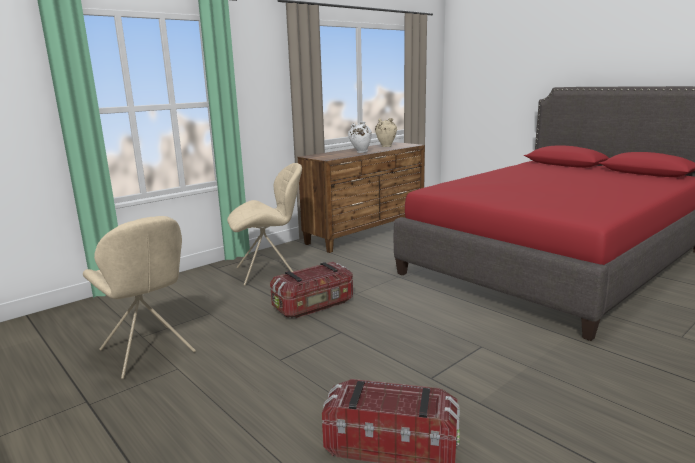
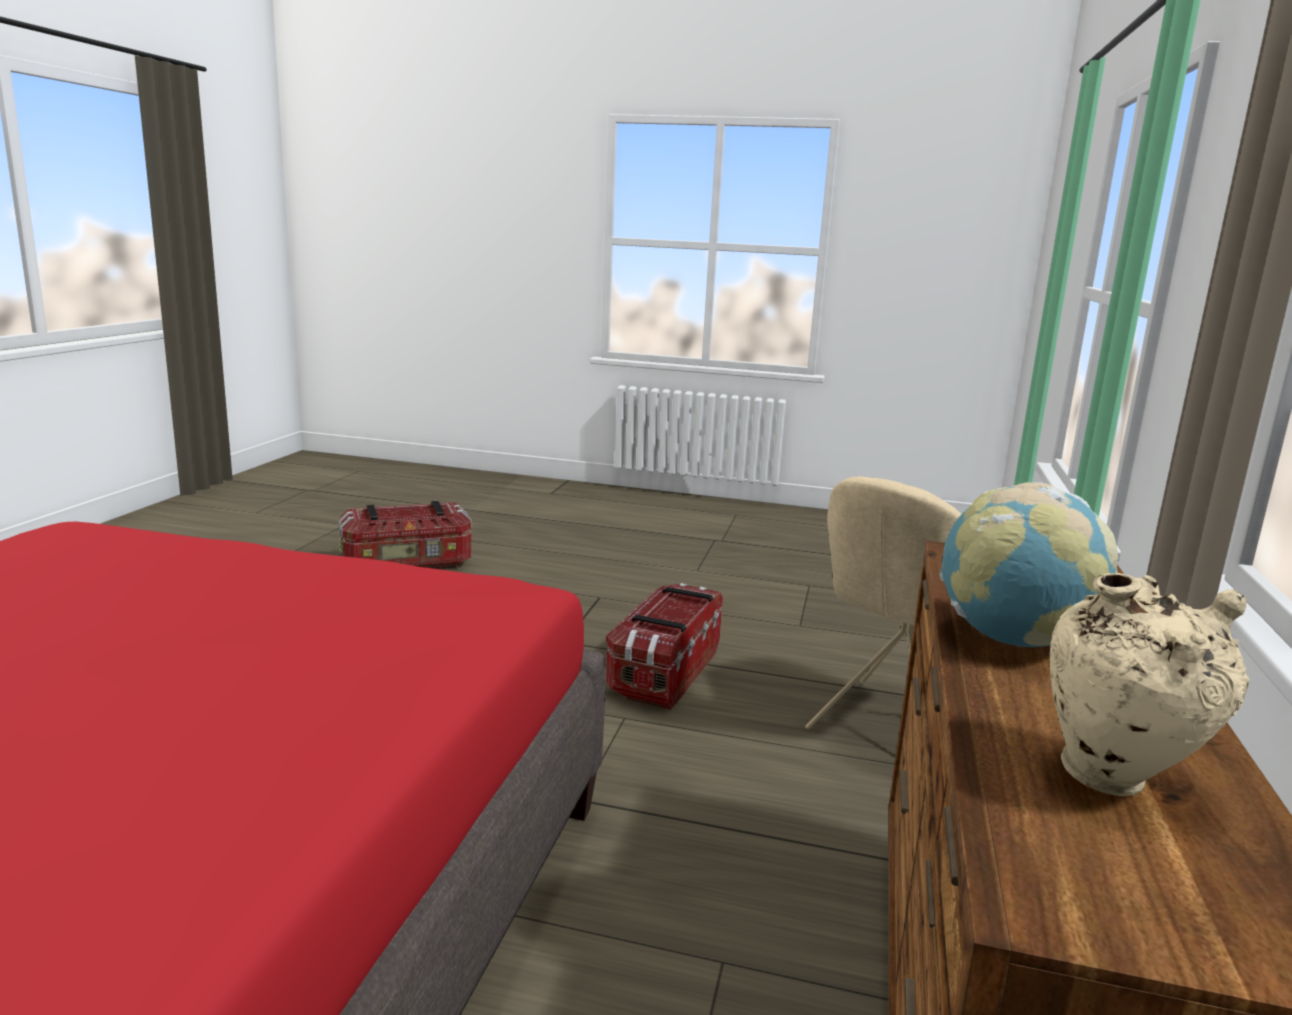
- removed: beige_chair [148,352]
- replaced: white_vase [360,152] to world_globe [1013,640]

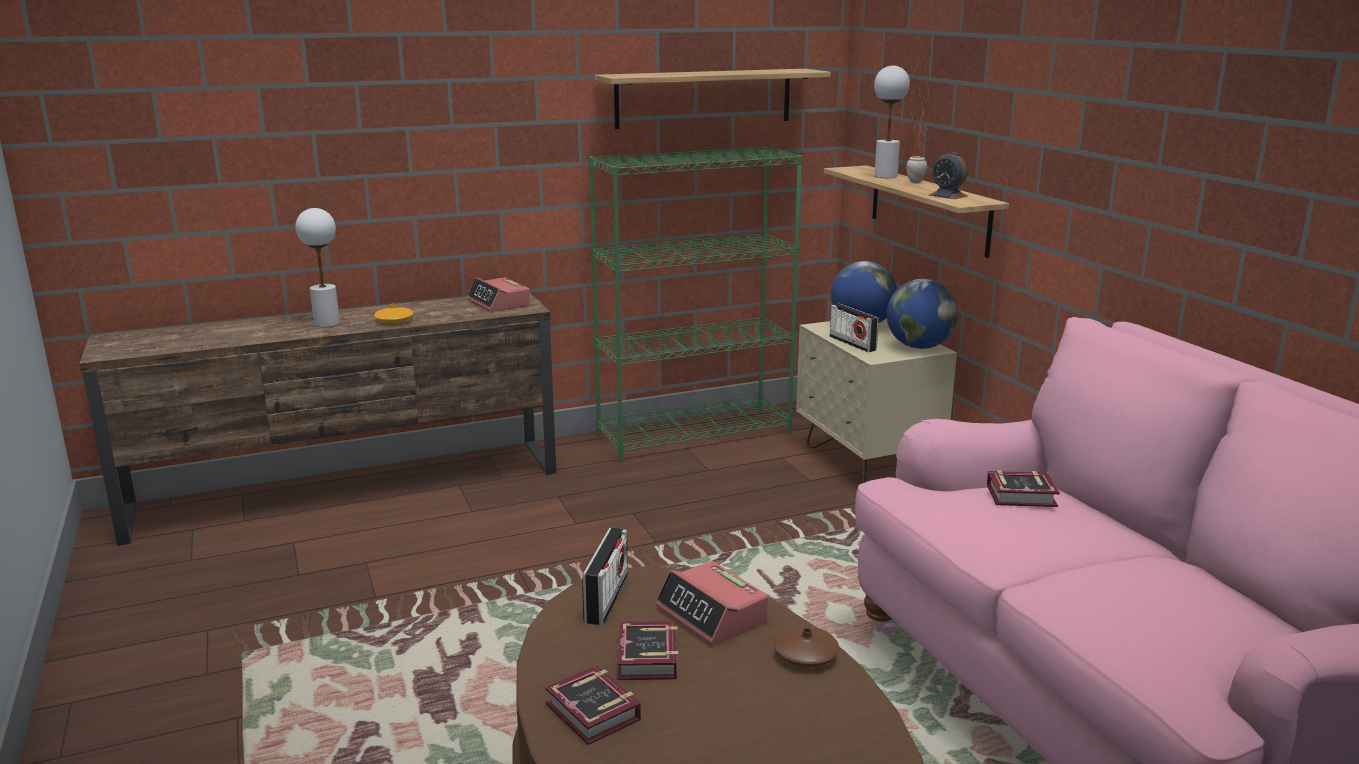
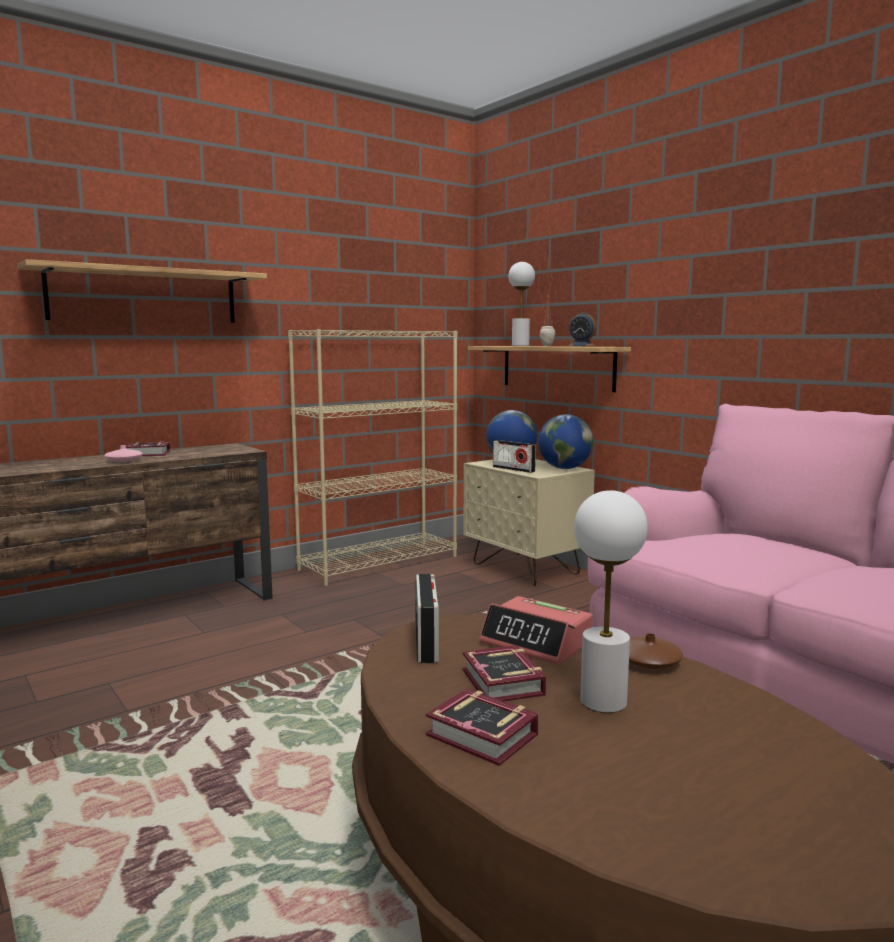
- removed: alarm_clock [499,303]
- moved: white_lamp_for_a_table [326,323] to [603,702]
- moved: shelf [704,98] to [144,296]
- moved: volume [1024,496] to [149,454]
- recoloured: orange_vase [394,321] to pinkish_vase [124,460]
- recoloured: green_bookshelf [695,433] to beige_bookshelf [379,563]

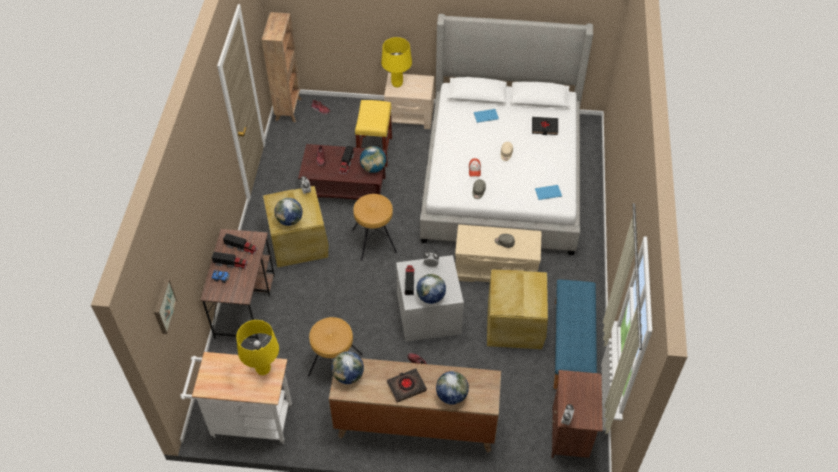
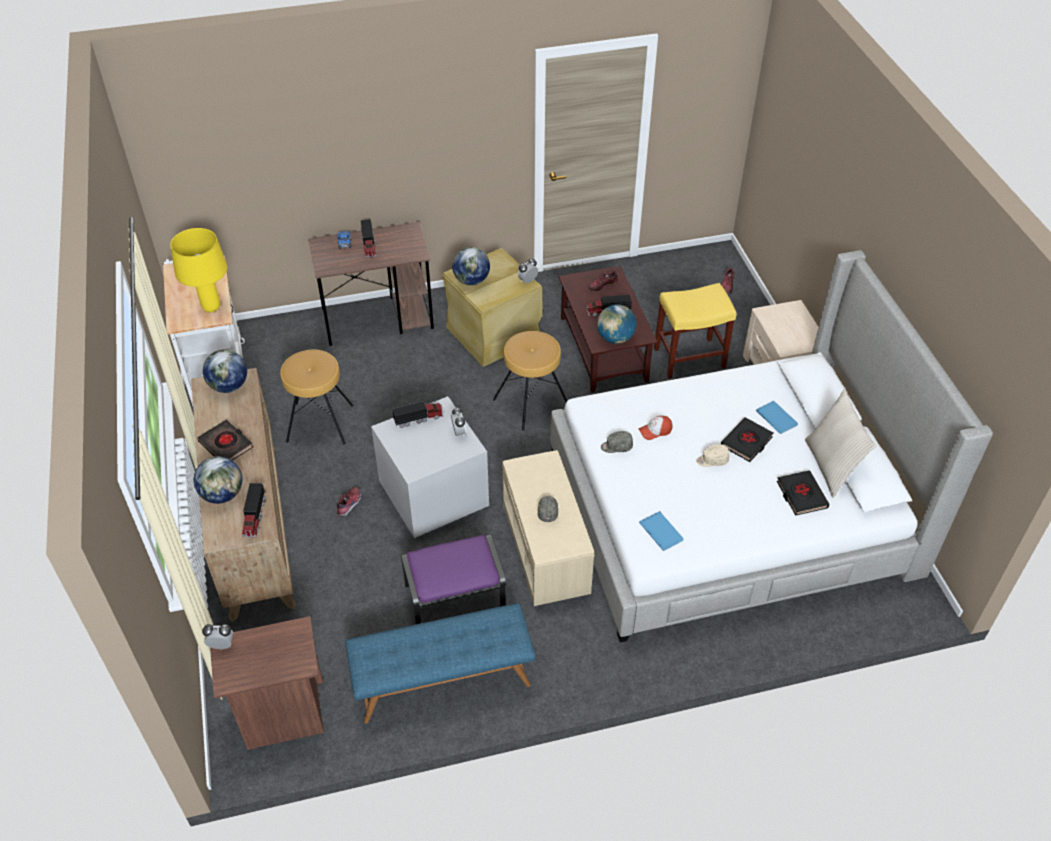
- removed: wall_art [163,306]
- removed: brownish_bookshelf [288,109]
- removed: yellow-coloured_lamp_for_a_table [397,84]
- removed: world_globe [430,297]
- added: blackish_volume [746,442]
- added: beige_cushion [831,466]
- moved: model_truck [241,247] to [254,516]
- replaced: beige_storage_bin [515,323] to purplish_pouffe [455,597]

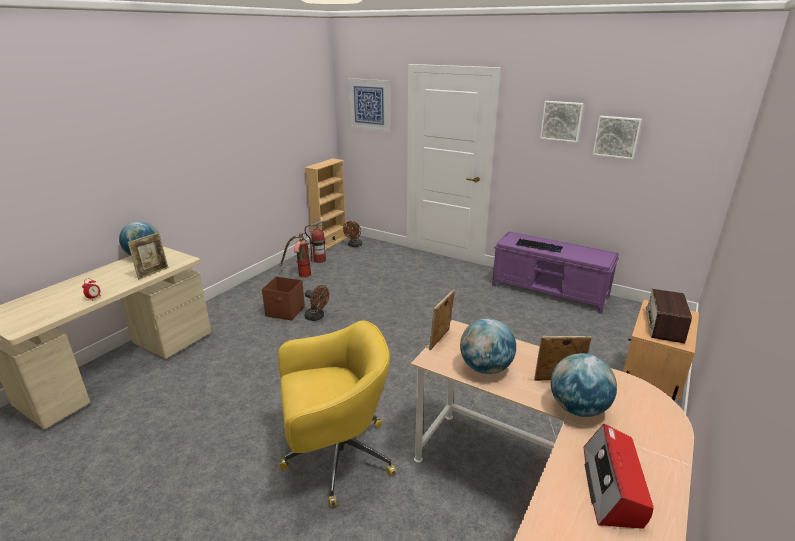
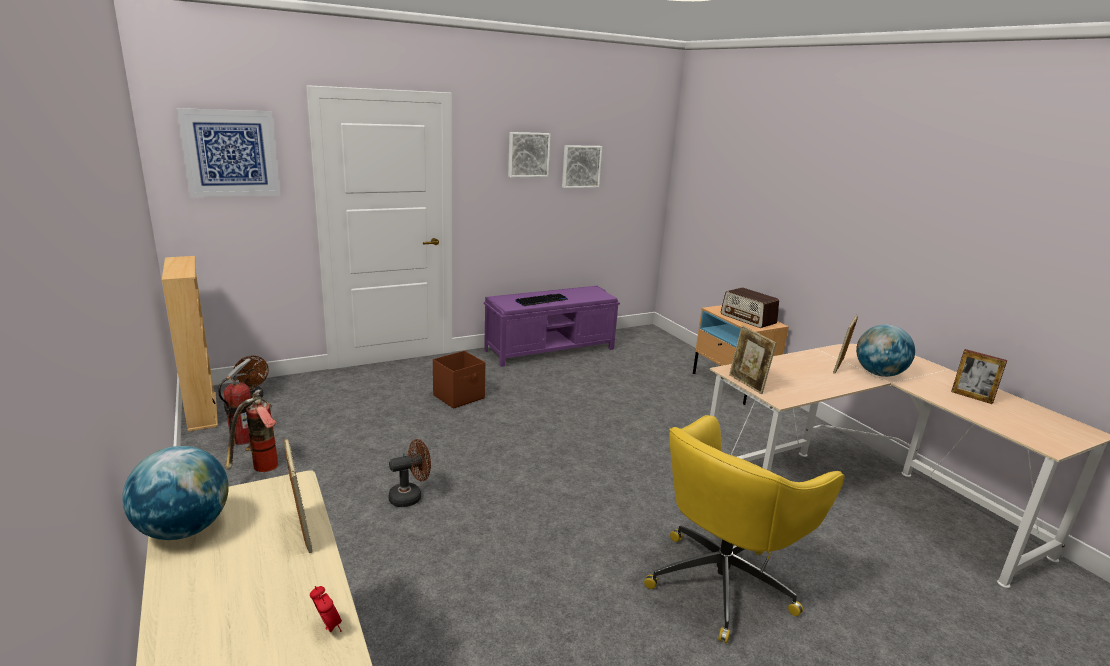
- removed: world_globe [485,368]
- moved: brownish_storage_bin [285,311] to [459,397]
- replaced: radio_receiver [612,487] to photo_frame [971,397]
- turned: yellow-coloured_desk_chair [336,457] = [723,581] 150 degrees counterclockwise

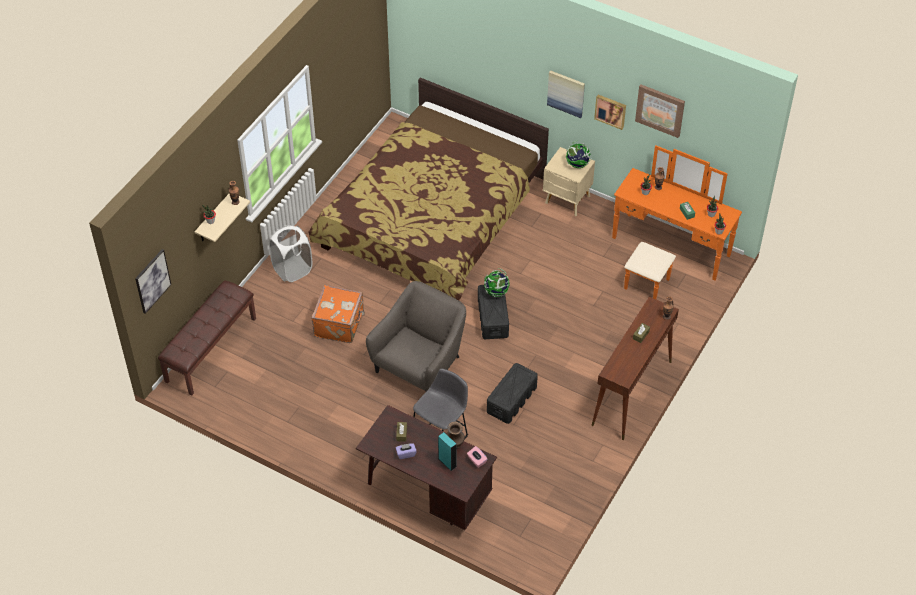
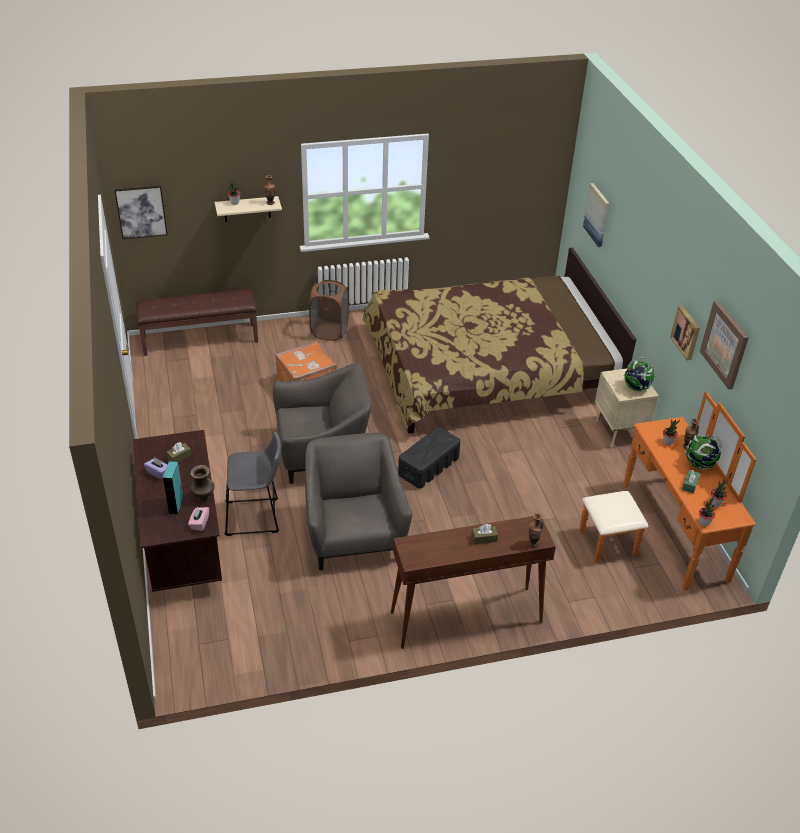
- moved: world_globe [496,292] to [699,465]
- moved: wall_art [566,93] to [597,215]
- replaced: blackish_storage_bin [512,399] to greyish_easy_chair [354,535]
- recoloured: white_washing_basket [292,269] to brownish_washing_basket [329,331]

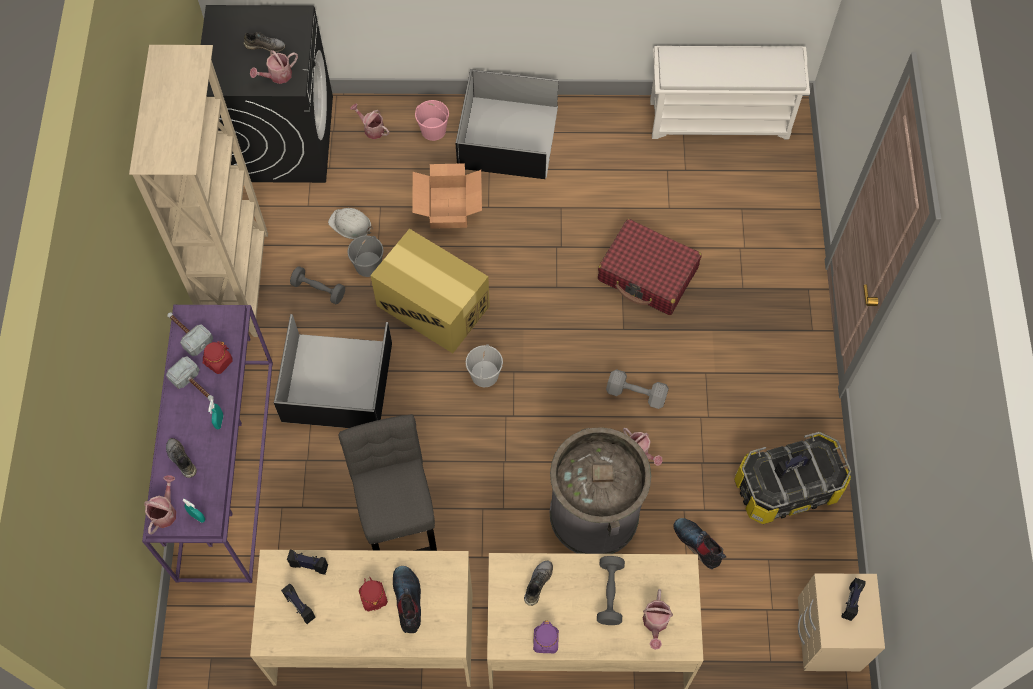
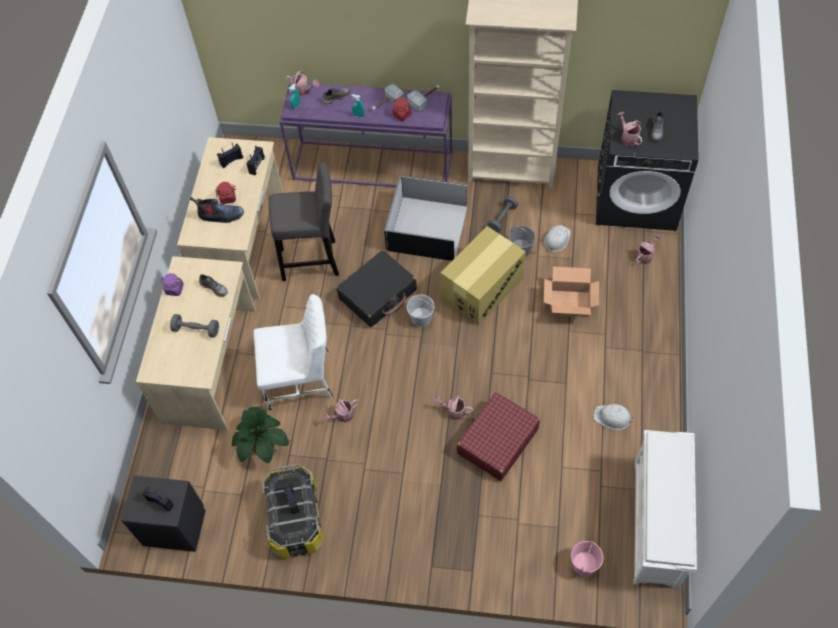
- removed: blackish_storage_bin [508,138]
- removed: greyish_dumbbell [637,394]
- added: blackish_piece_of_luggage [378,294]
- added: white_safety_helmet [612,417]
- moved: pinkish_pail [434,130] to [584,564]
- moved: watering_pot [655,623] to [453,411]
- replaced: greyish_rubbish_bin [594,513] to white_chair [300,379]
- replaced: boot [698,544] to plant_in_a_pot [263,446]
- recoloured: beige_night_table [827,635] to blackish_night_table [174,527]

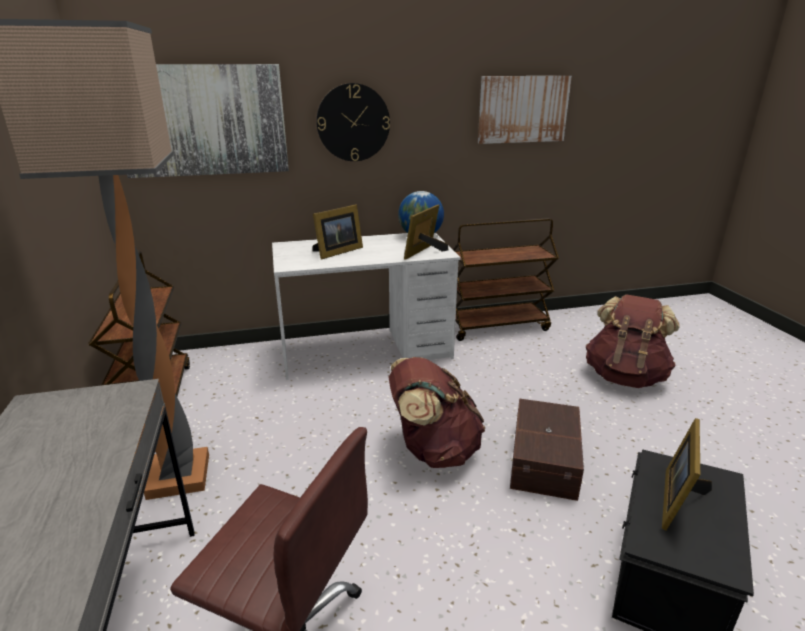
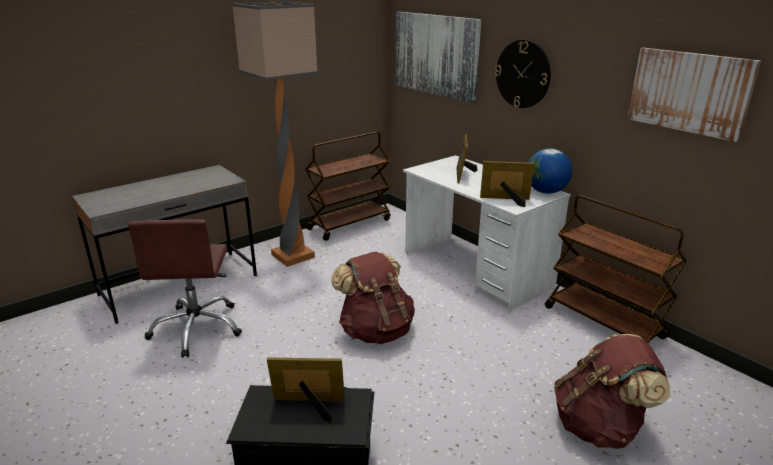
- removed: brownish_storage_bin [545,459]
- turned: photo_frame [336,252] = [463,175] 75 degrees clockwise

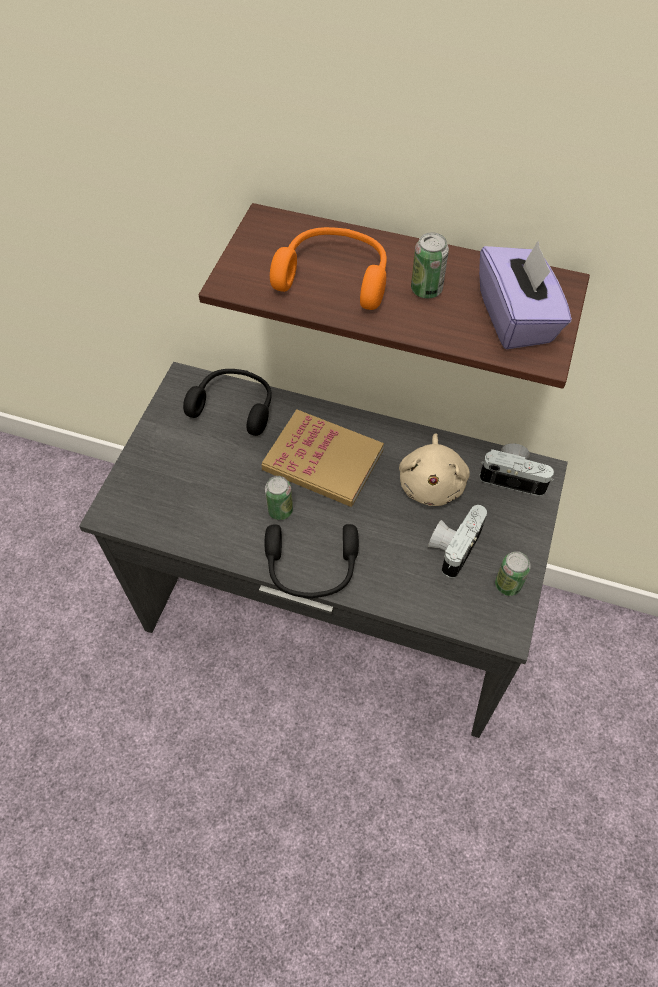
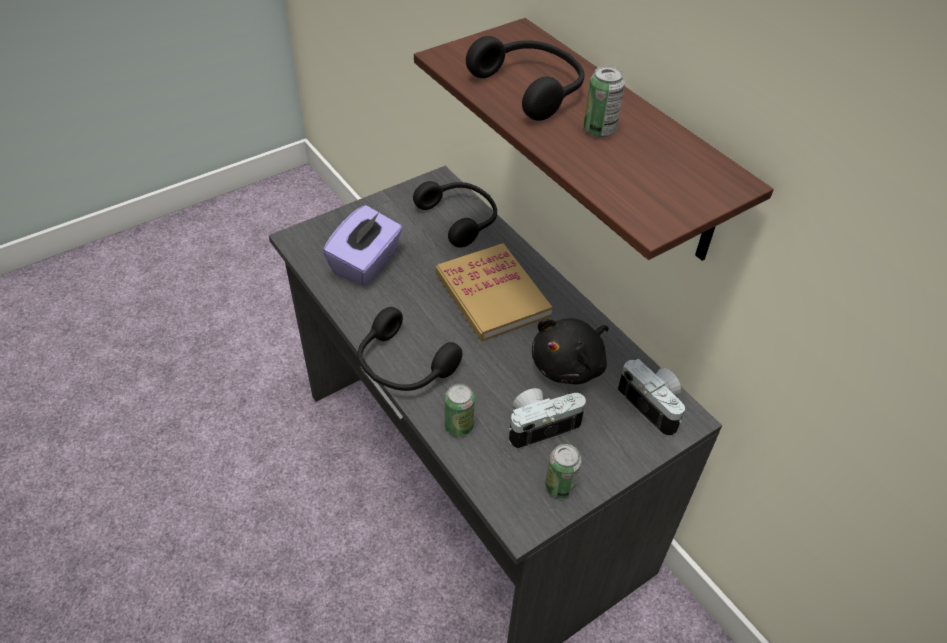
- moved: sealed_can [280,510] to [459,426]
- moved: purplish_box_of_tissues [516,318] to [366,263]
- recoloured: orange_headset [335,277] to blackish_headset [531,88]
- recoloured: beige_plush_toy [432,483] to blackish_plush_toy [570,365]

